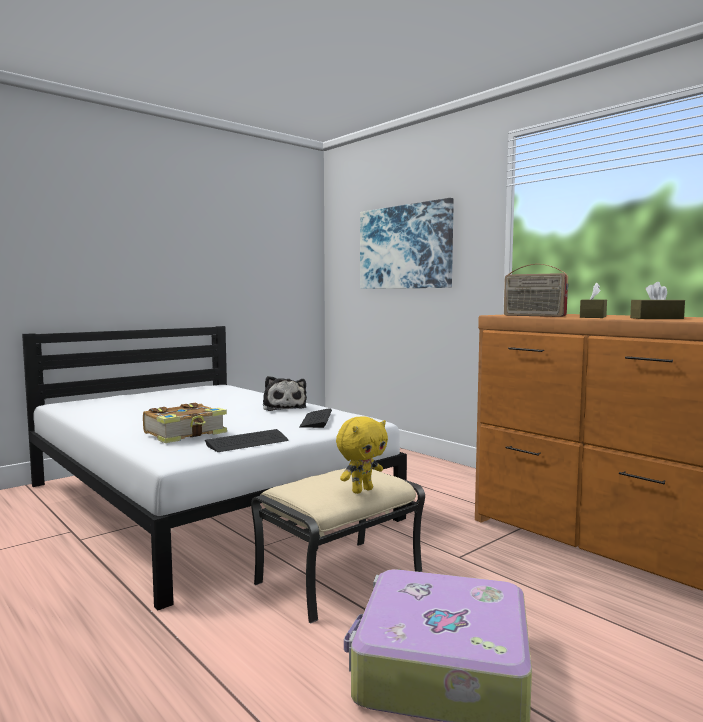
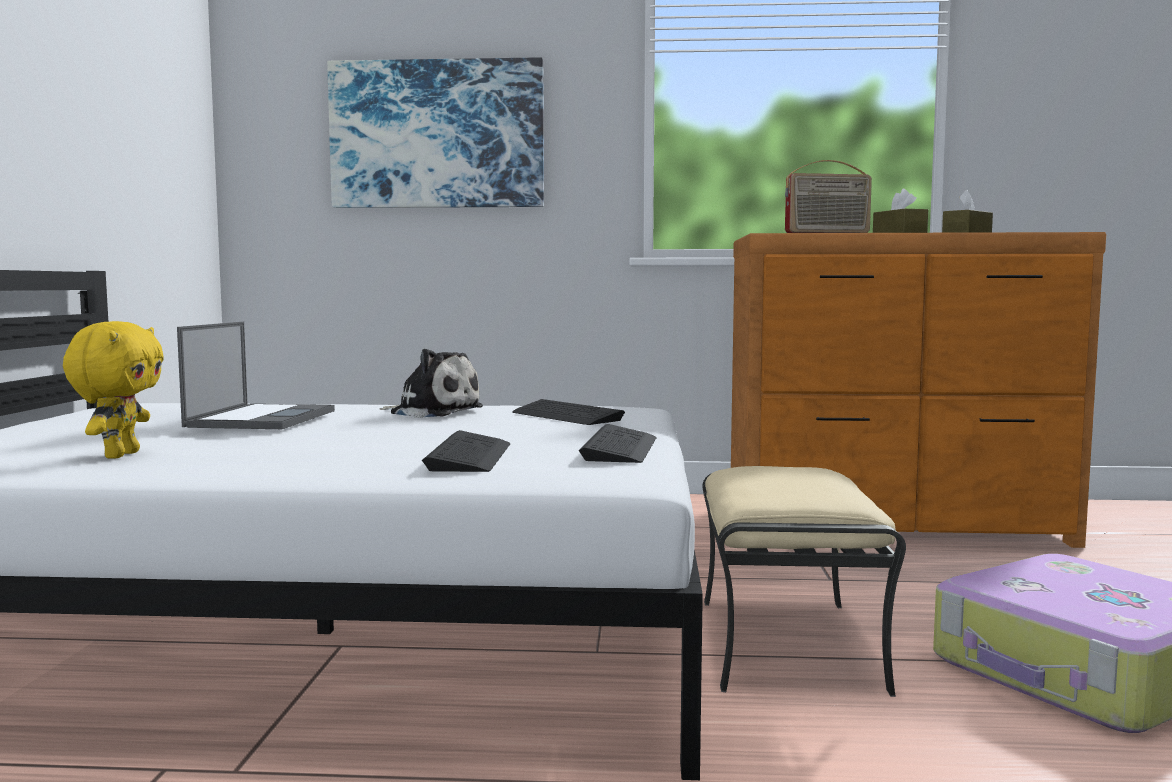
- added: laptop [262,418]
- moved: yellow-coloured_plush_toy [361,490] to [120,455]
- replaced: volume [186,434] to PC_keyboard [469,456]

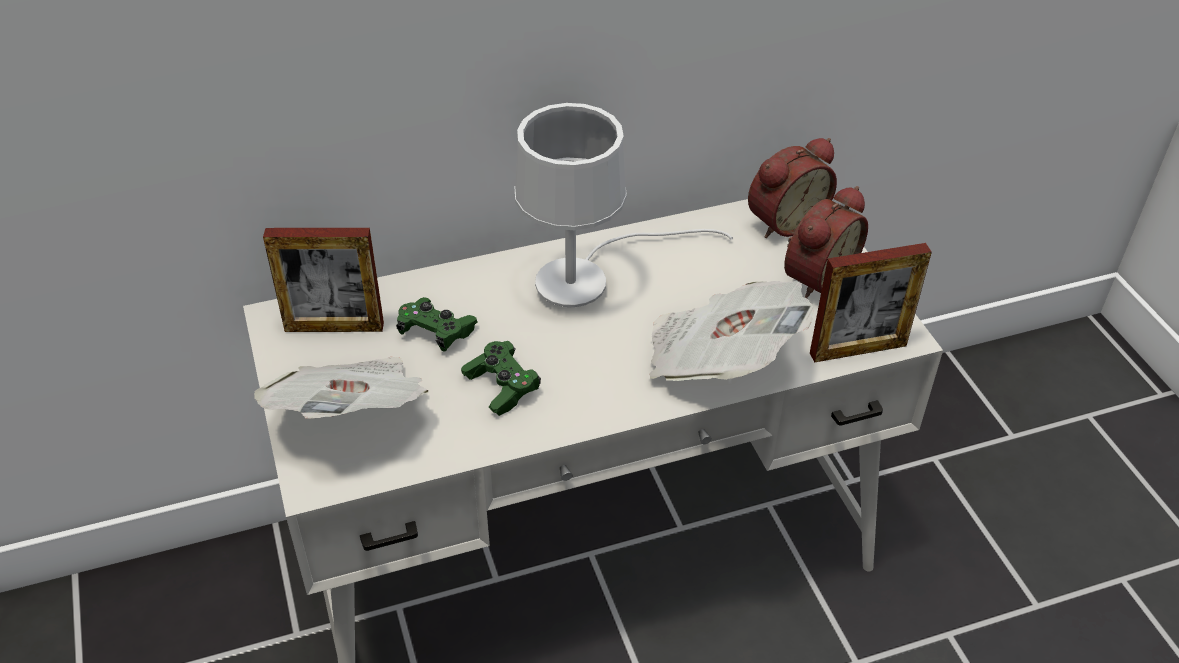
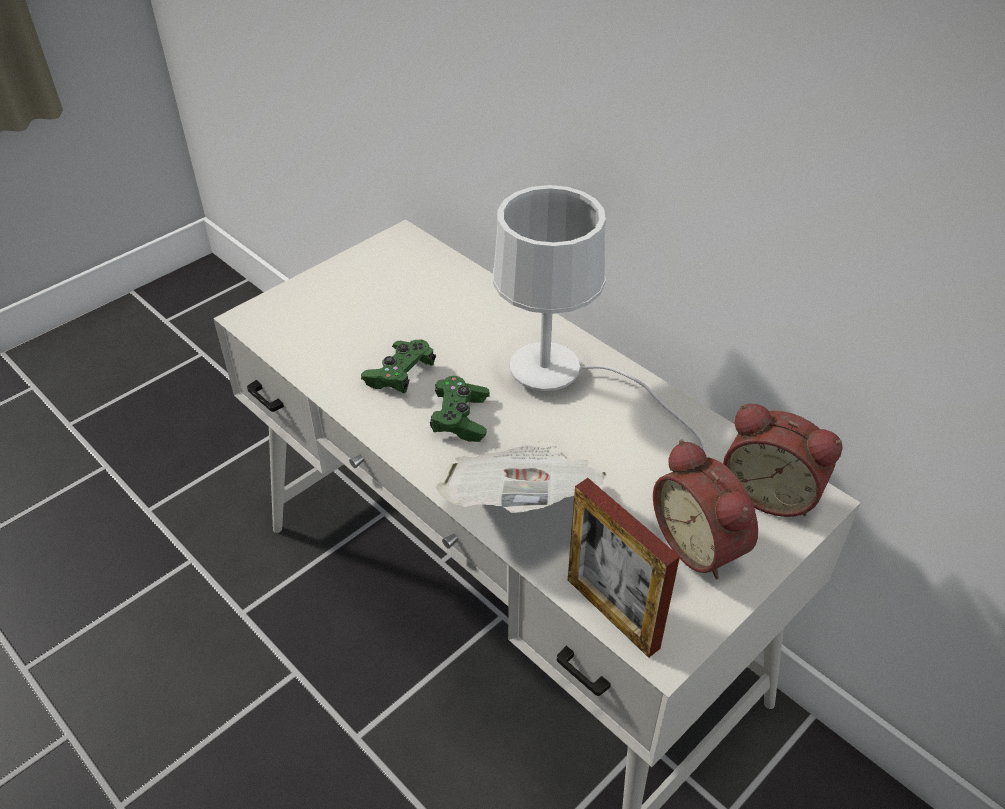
- removed: newspaper [353,416]
- removed: photo_frame [334,327]
- moved: green_joypad [436,332] to [460,418]
- turned: alarm_clock [815,276] = [701,544] 45 degrees clockwise

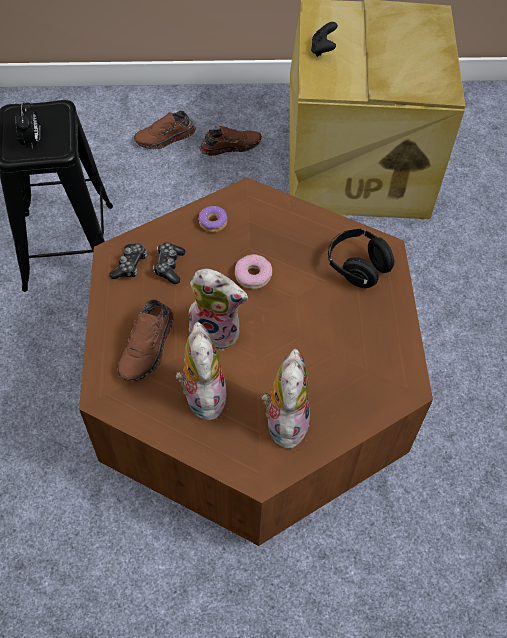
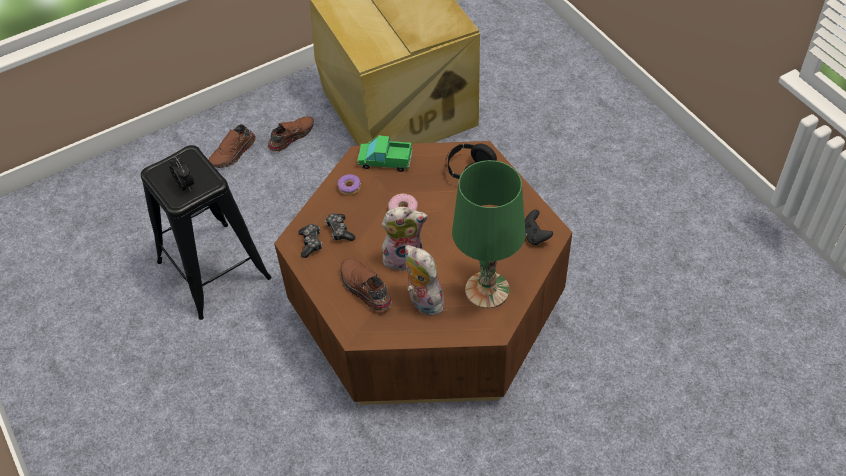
- added: model_truck [385,161]
- moved: blackish_joypad [323,49] to [534,236]
- replaced: plush_toy [284,421] to green_lamp_for_a_table [487,290]
- turned: brownish_item_of_footwear [148,347] = [364,289] 150 degrees clockwise

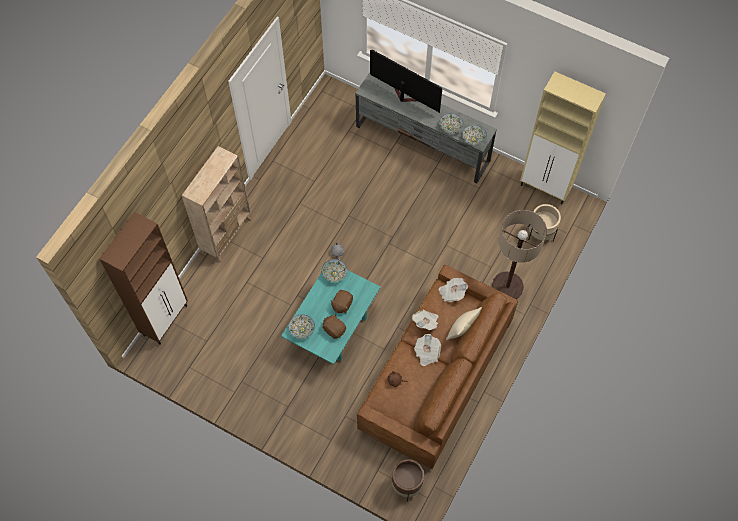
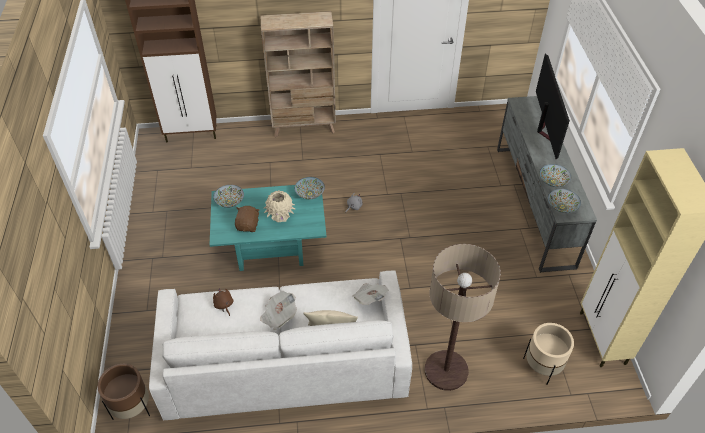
- removed: newspaper [426,322]
- replaced: brownish_plush_toy [342,304] to beige_vase [280,217]
- recoloured: brownish_settee [436,374] to white_settee [285,361]

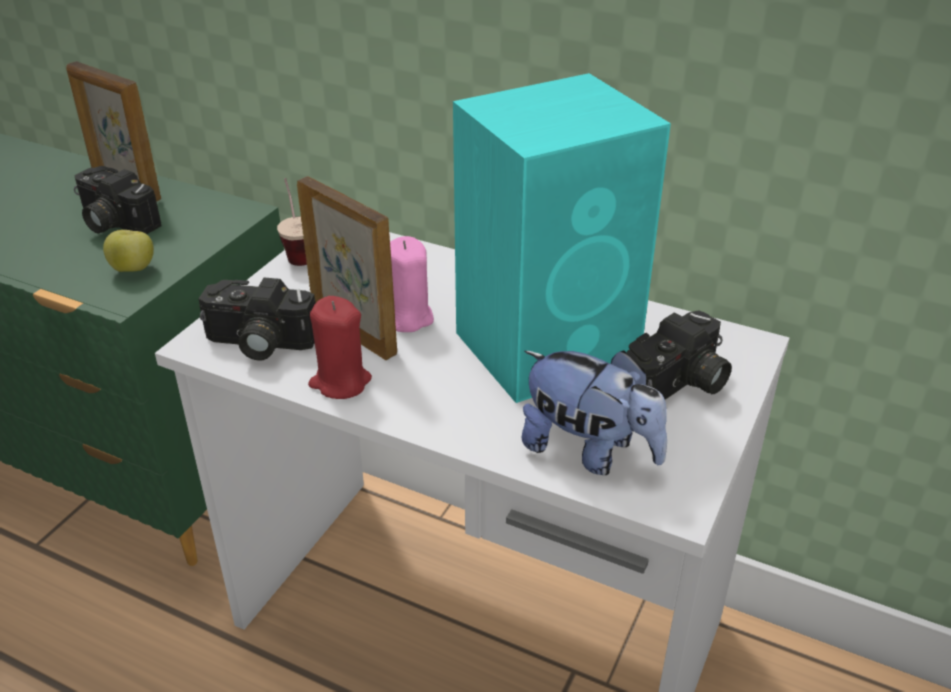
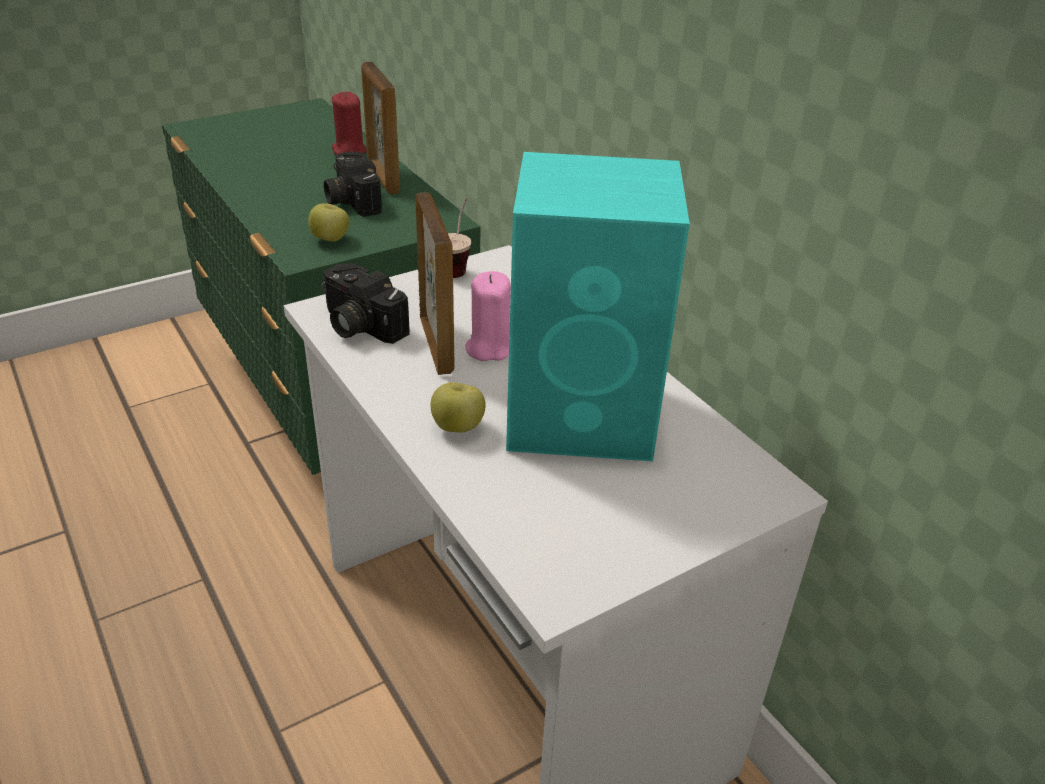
- removed: plush_toy [589,451]
- removed: still_camera [678,386]
- added: apple_fruit [458,427]
- moved: reddish_wax_candle [340,382] to [349,151]

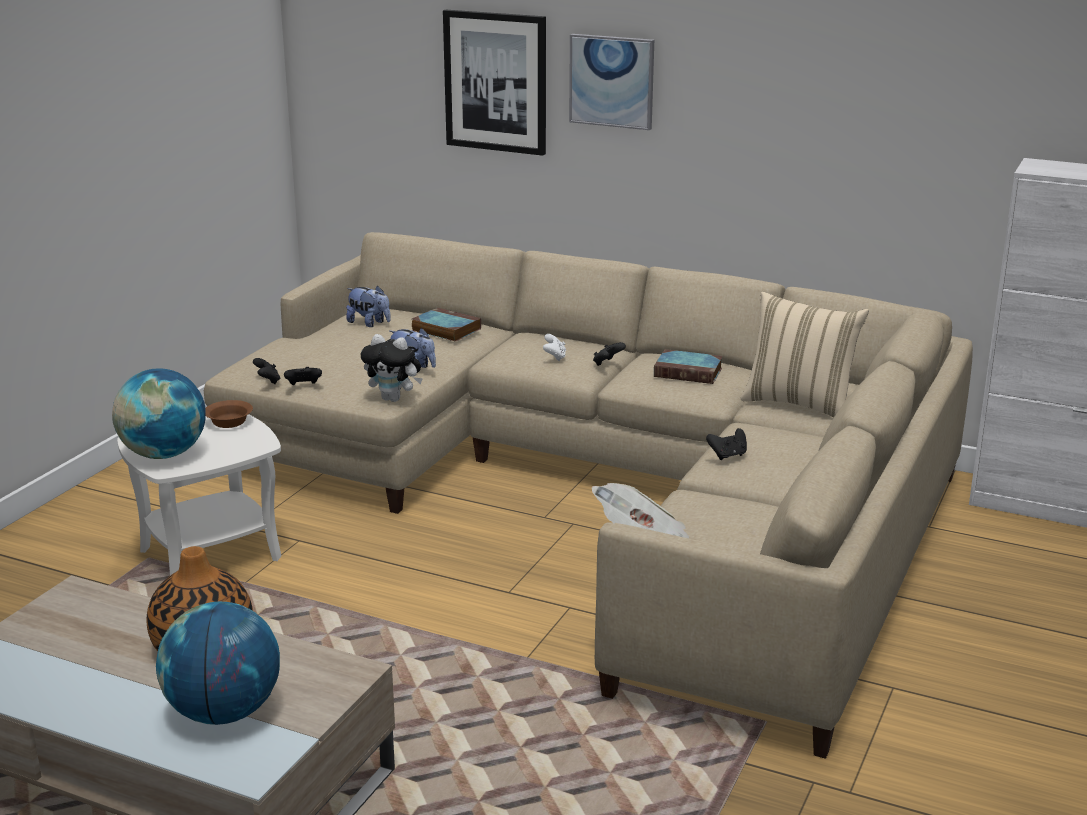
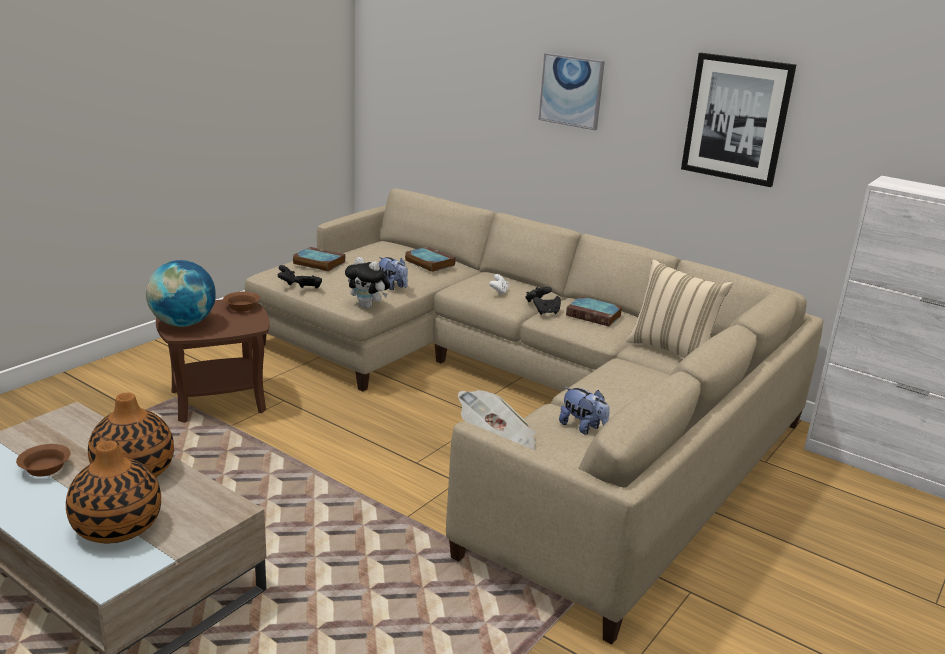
- added: brownish_bowl [45,469]
- added: volume [317,263]
- moved: plush_toy [369,323] to [583,428]
- moved: wall_art [496,82] to [736,119]
- moved: blackish_joypad [728,455] to [547,313]
- replaced: world_globe [224,712] to vase [118,526]
- recoloured: white_accent_table [211,553] to brownish_accent_table [218,400]

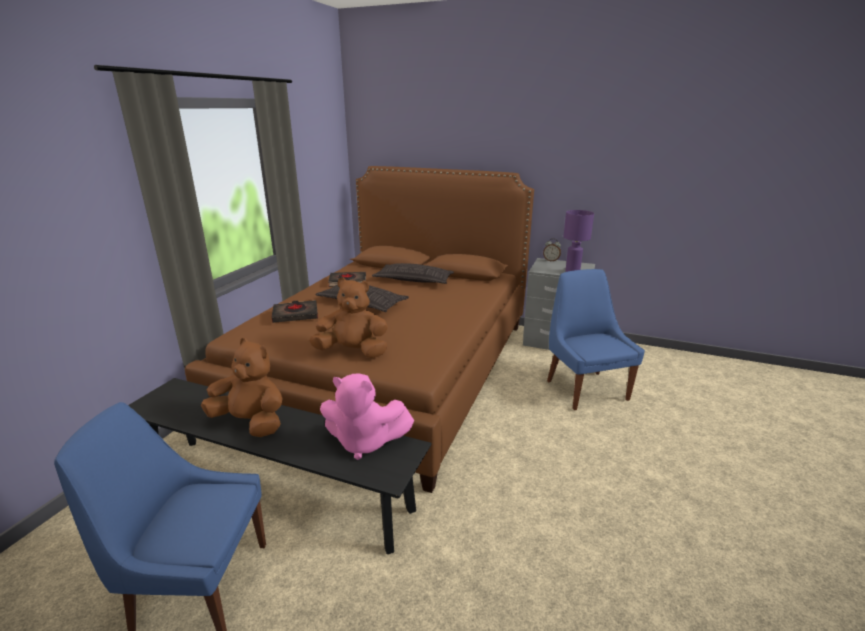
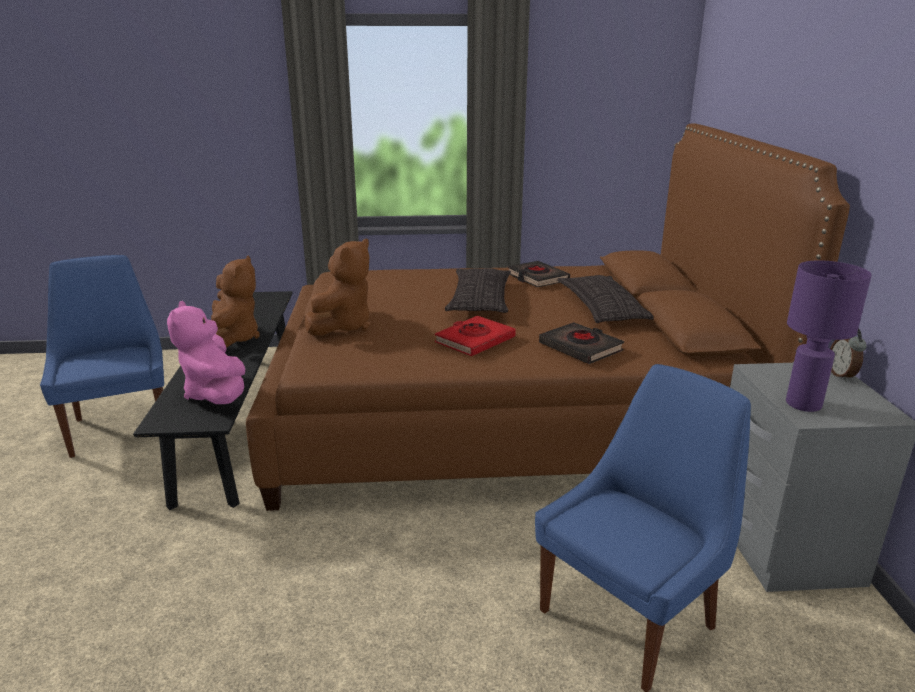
- added: reddish_volume [474,341]
- moved: blackish_volume [295,315] to [580,348]
- turned: brownish_plush_toy [353,352] = [343,326] 45 degrees clockwise

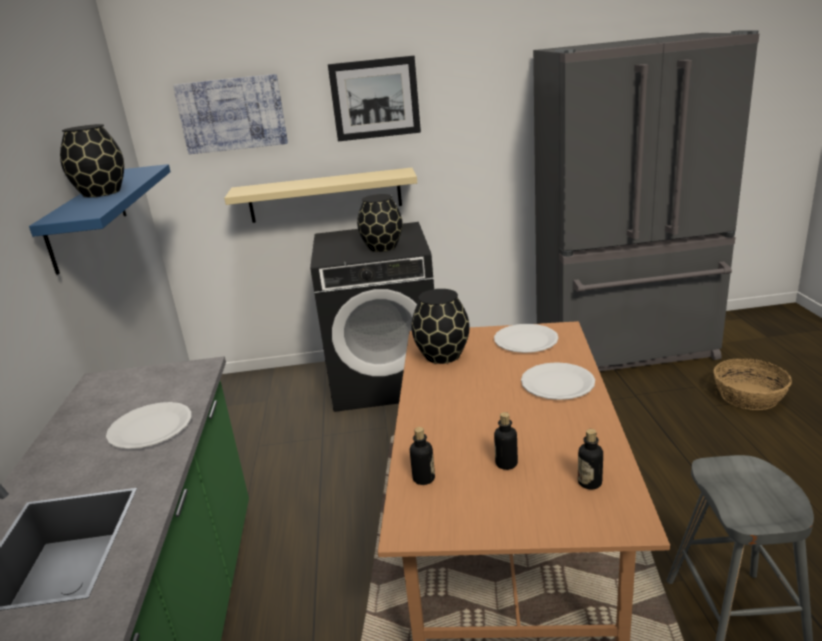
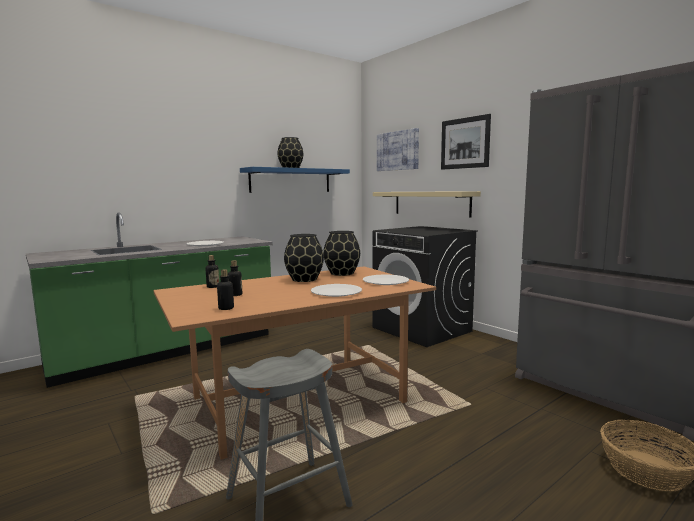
- moved: blackish_vase [382,247] to [304,279]

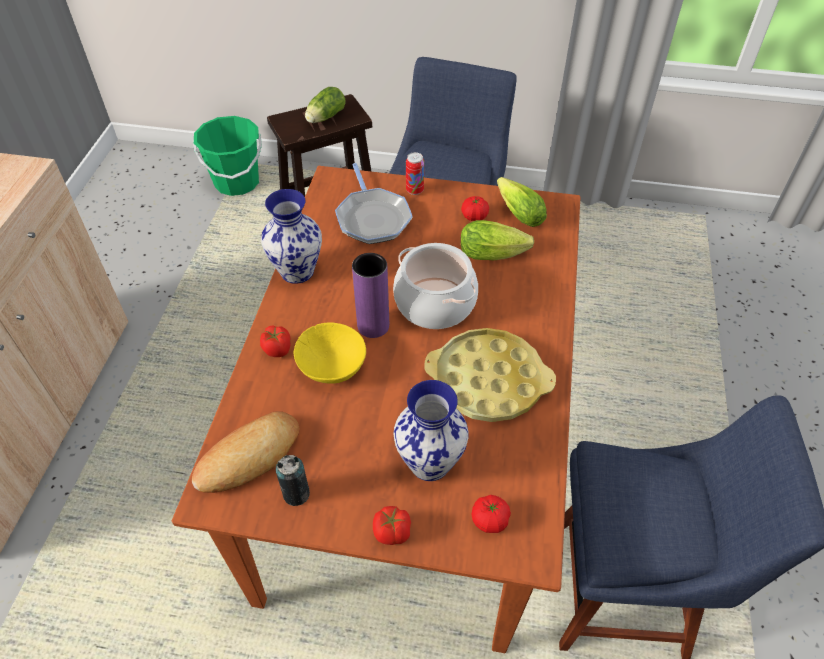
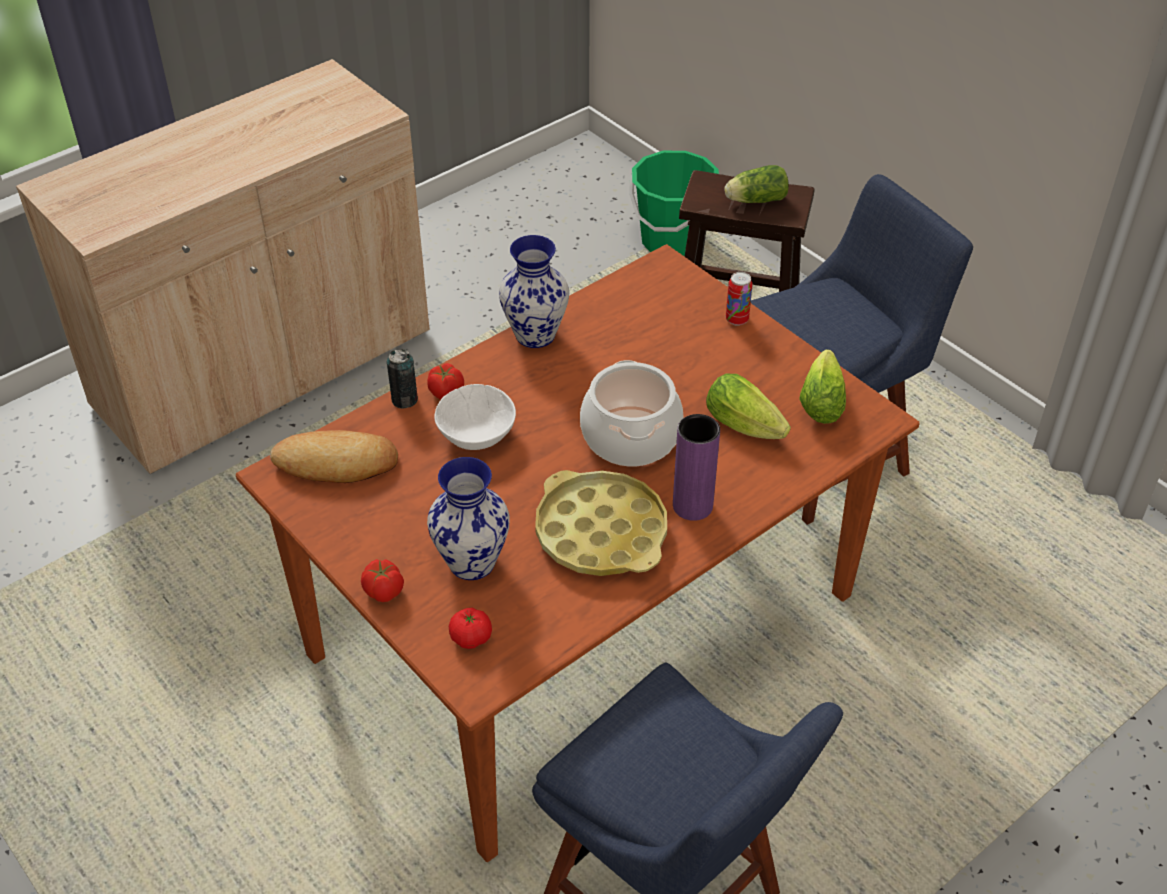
- removed: pan [372,218]
- removed: fresh_tomato [474,216]
- moved: sealed_can [296,494] to [404,400]
- moved: purplish_vase [373,326] to [692,506]
- recoloured: yellow-coloured_bowl [332,365] to white_bowl [477,434]

